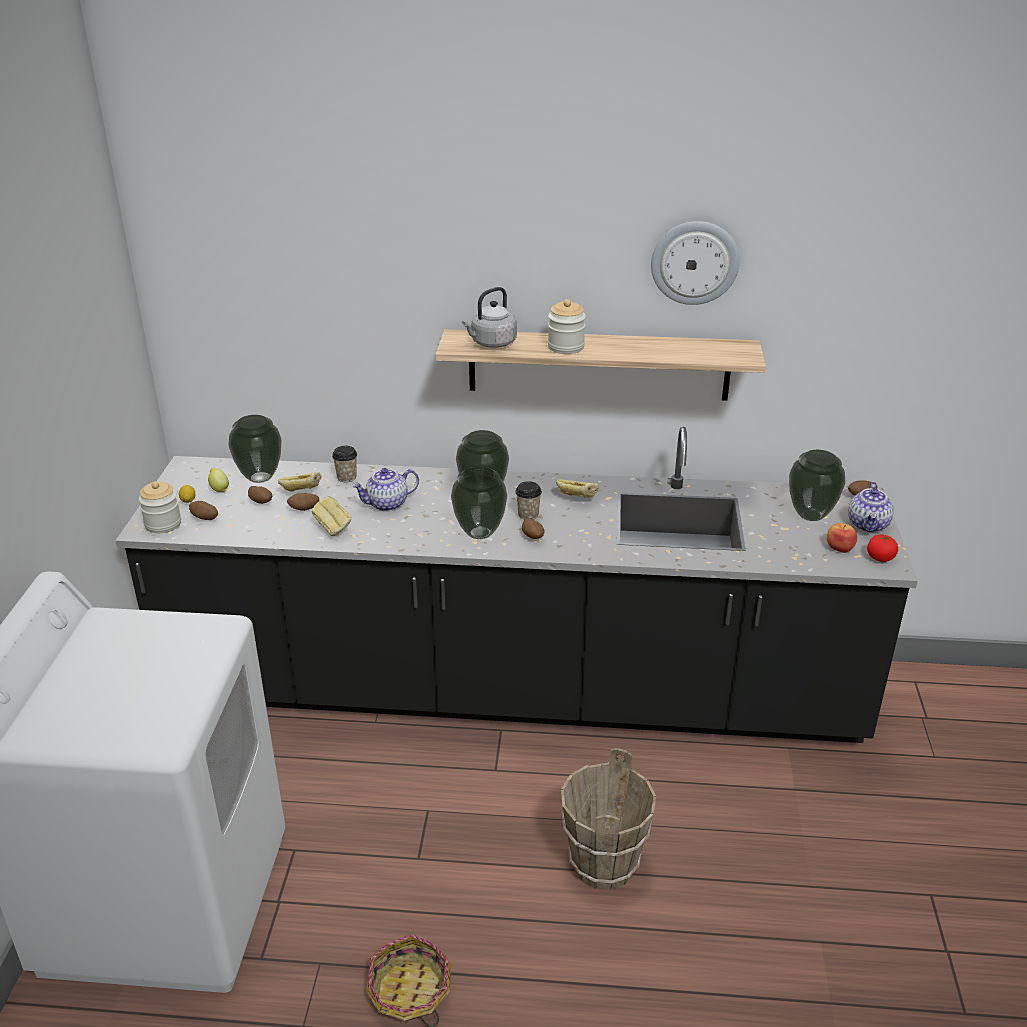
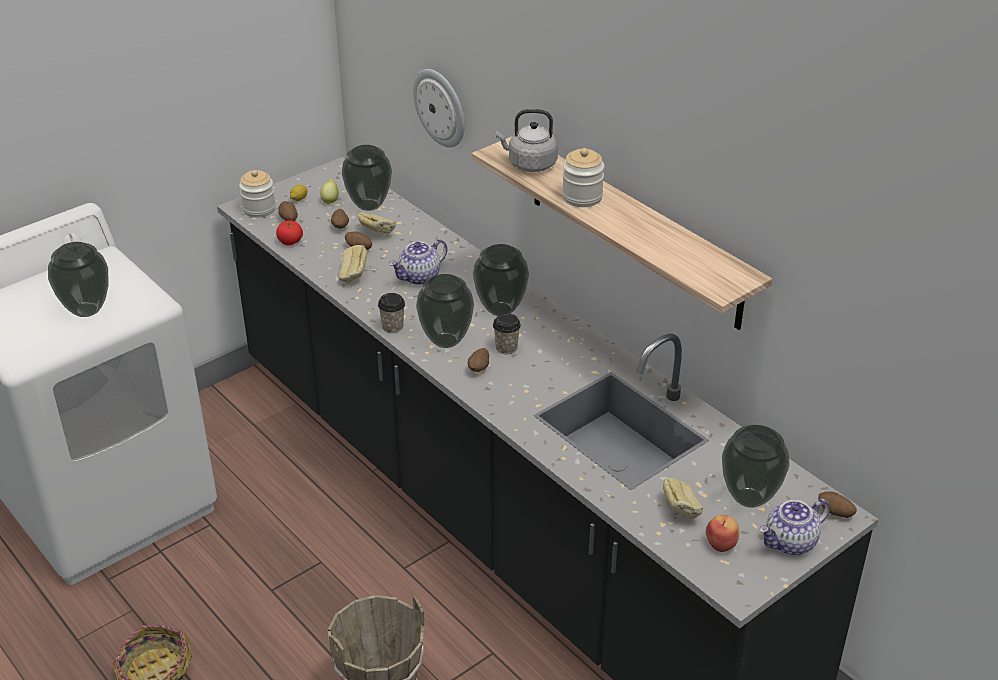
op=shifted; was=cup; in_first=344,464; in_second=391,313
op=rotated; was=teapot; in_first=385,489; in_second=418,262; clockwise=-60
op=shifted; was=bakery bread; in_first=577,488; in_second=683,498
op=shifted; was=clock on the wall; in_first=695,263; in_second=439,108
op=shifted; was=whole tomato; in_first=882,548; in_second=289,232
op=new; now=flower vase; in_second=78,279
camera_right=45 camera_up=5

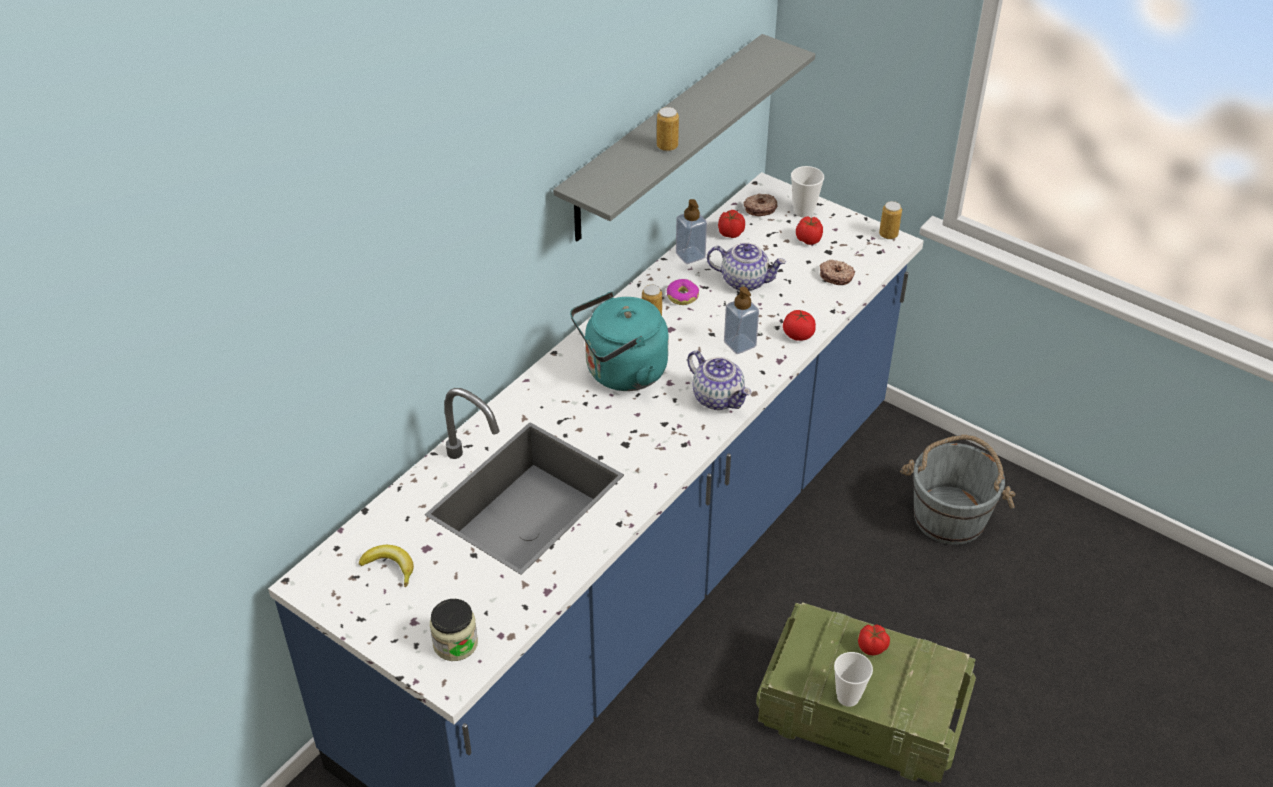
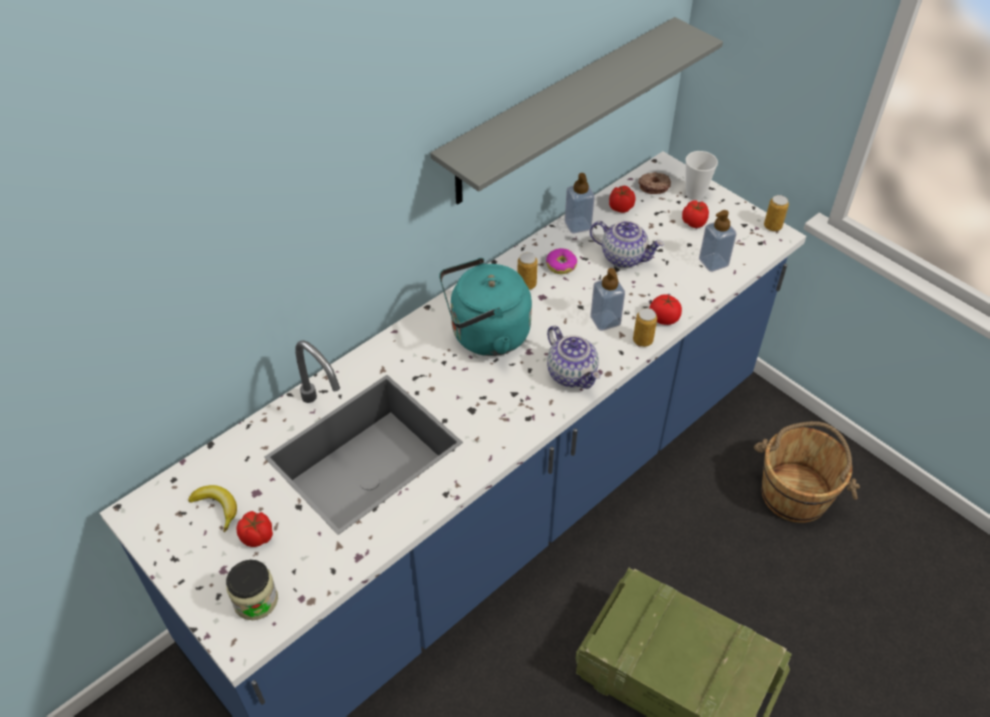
op=shifted; was=can; in_first=668,129; in_second=645,327
op=swapped; was=doughnut; now=liquid soap bottle; in_first=837,272; in_second=717,241
op=gone; was=cup; in_first=853,679
op=shifted; was=whole tomato; in_first=874,640; in_second=254,529
op=repainted; was=greyish water bucket; now=brownish water bucket; in_first=957,490; in_second=807,472
camera_right=10 camera_up=5

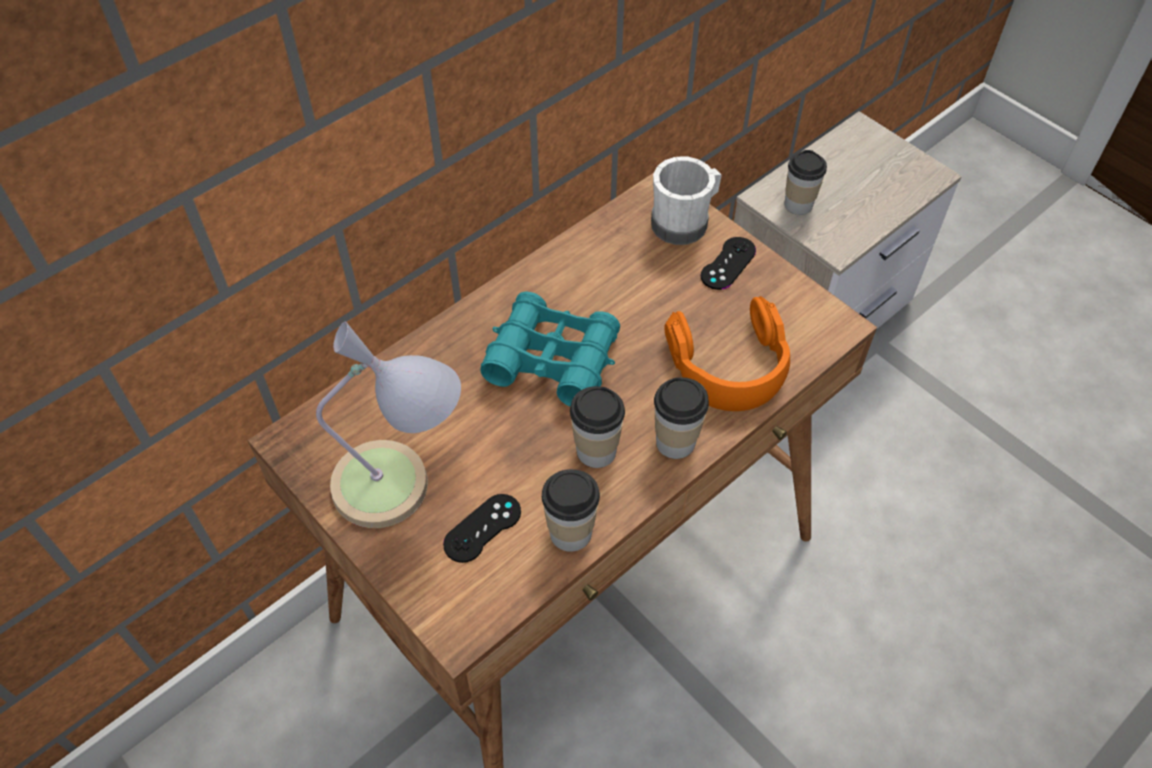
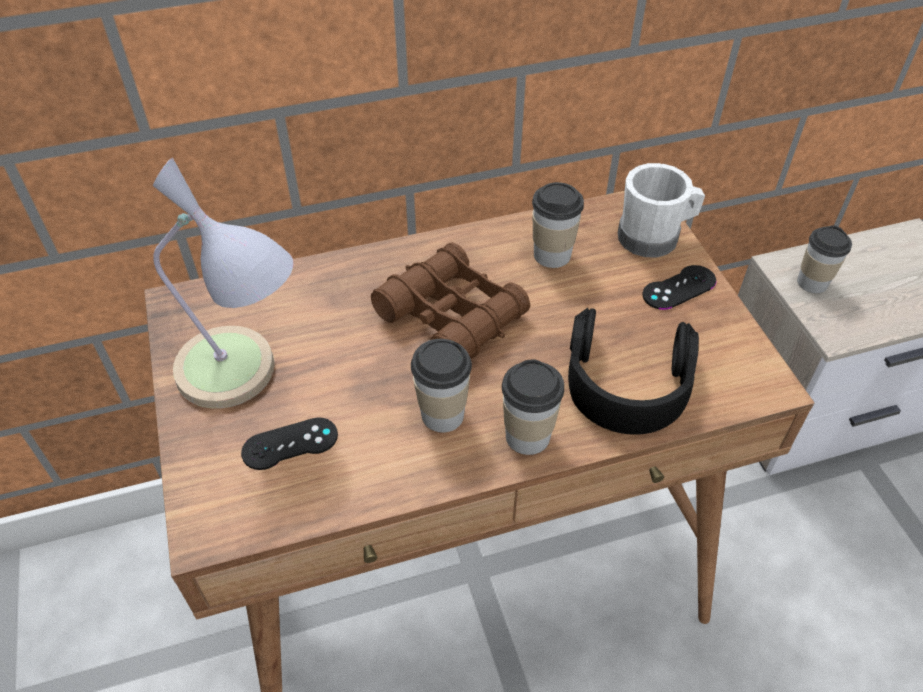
op=repainted; was=turquoise pair of binoculars; now=brownish pair of binoculars; in_first=550,348; in_second=450,300
op=shifted; was=cup; in_first=571,510; in_second=558,225
op=repainted; was=orange pair of headphones; now=blackish pair of headphones; in_first=727,353; in_second=633,371
camera_right=25 camera_up=-5

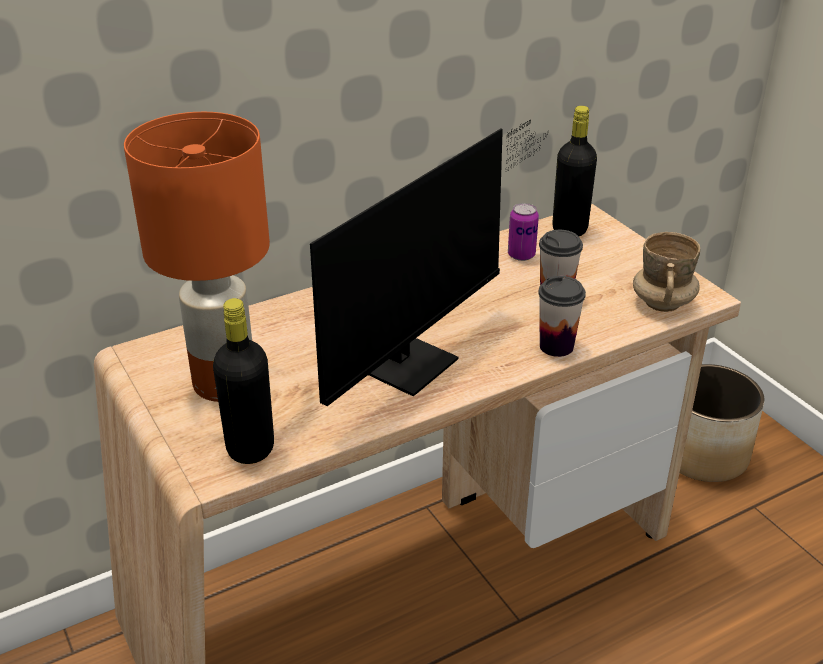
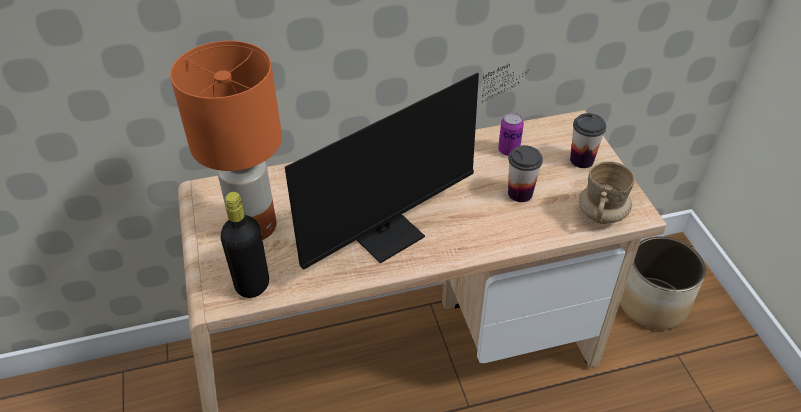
op=shifted; was=cup; in_first=562,316; in_second=588,140
op=gone; was=blackish beverage bottle; in_first=574,171
camera_right=15 camera_up=10

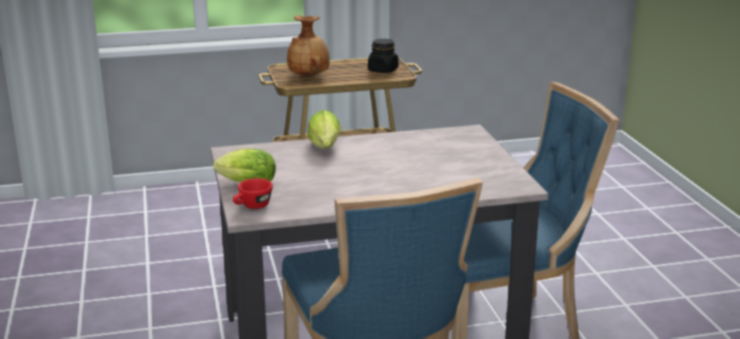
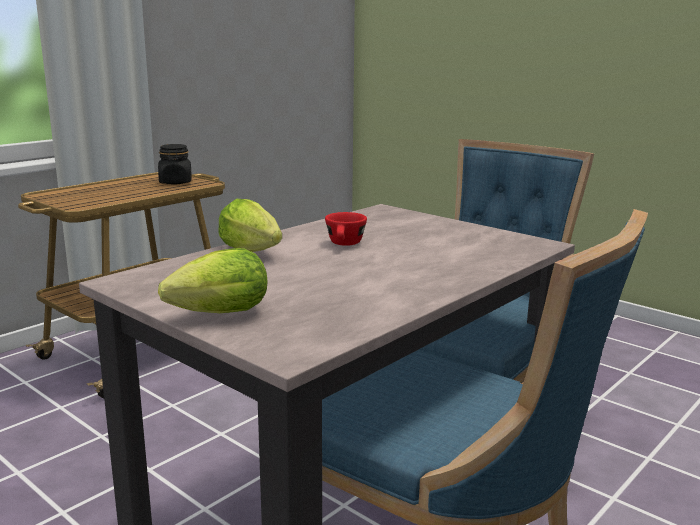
op=shifted; was=reddish cup; in_first=253,193; in_second=346,229
op=gone; was=brownish flower vase; in_first=308,46
camera_right=-35 camera_up=-5

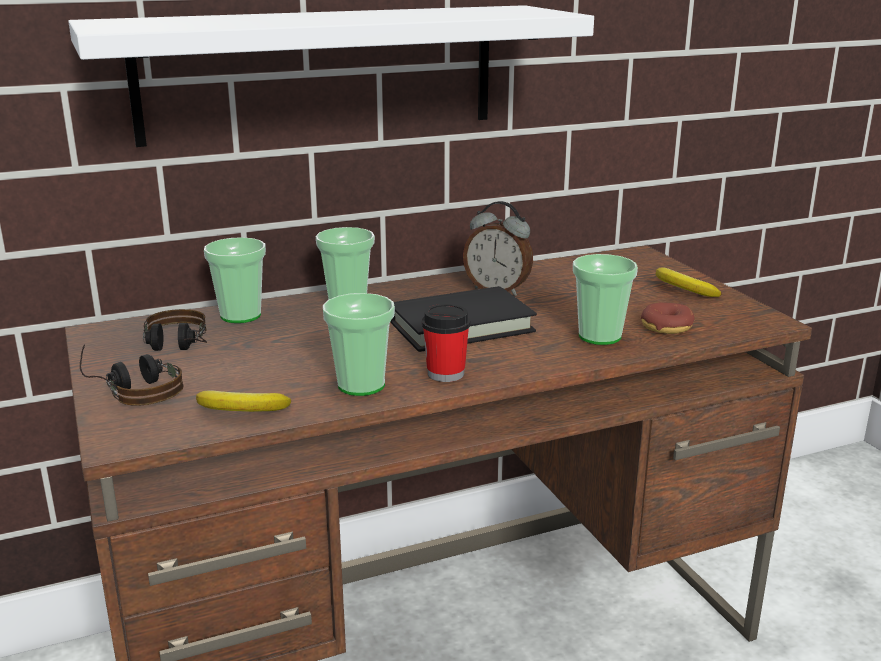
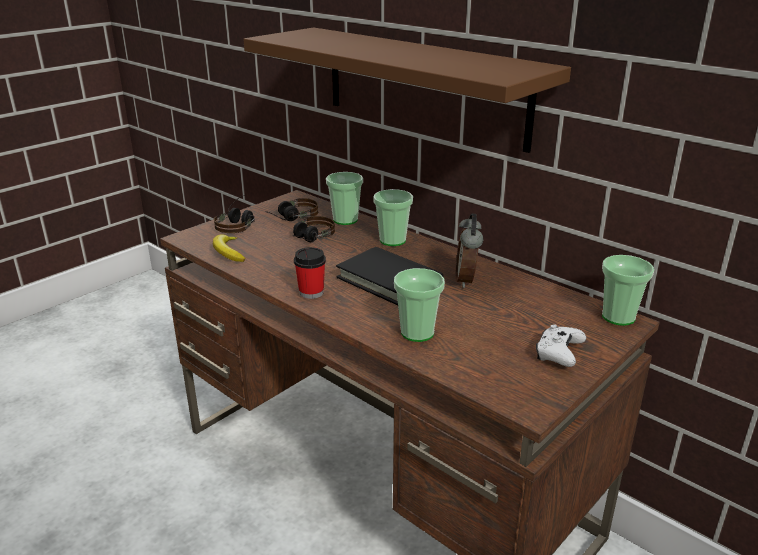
op=repainted; was=white-coloured wall shelf; now=brownish wall shelf; in_first=331,76; in_second=407,90
op=shifted; was=cup; in_first=359,344; in_second=628,290
op=gone; was=doughnut; in_first=668,318
op=swapped; was=banana; now=white-coloured gamepad; in_first=689,282; in_second=561,345
op=new; now=pair of headphones; in_second=314,229
camera_right=65 camera_up=5

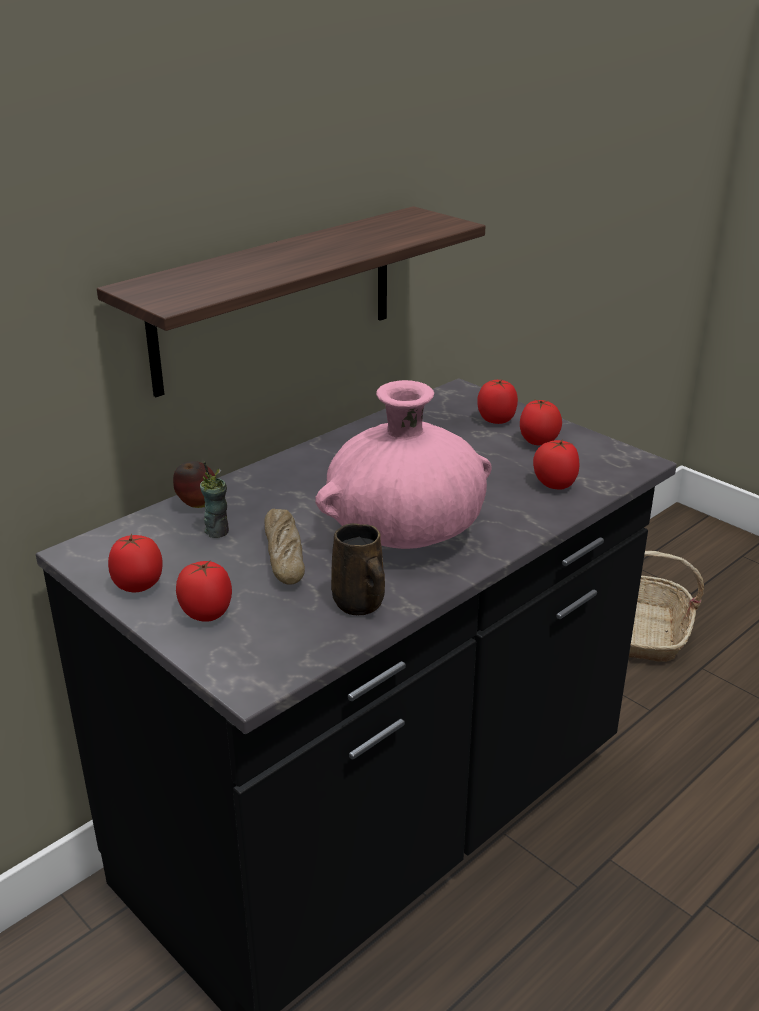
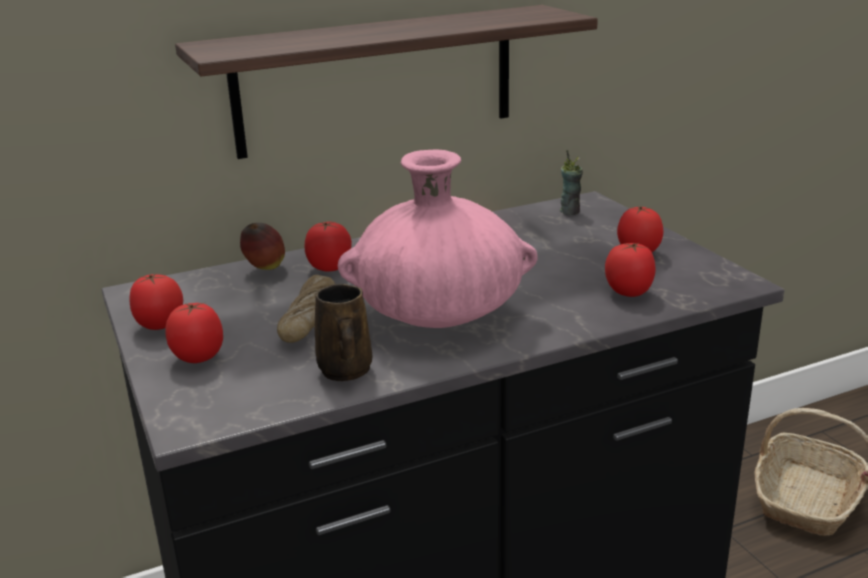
op=shifted; was=cup; in_first=214,500; in_second=571,182
op=shifted; was=whole tomato; in_first=497,402; in_second=328,246
camera_right=20 camera_up=-5

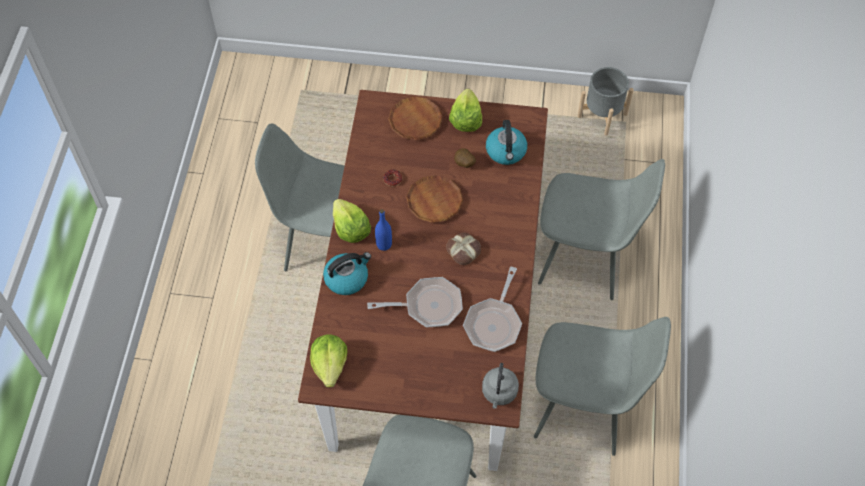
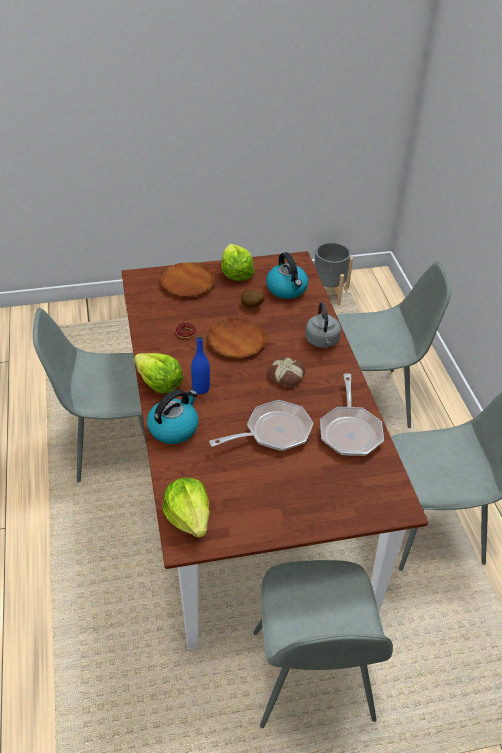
op=shifted; was=greyish kettle; in_first=500,385; in_second=323,325
camera_right=-20 camera_up=-15

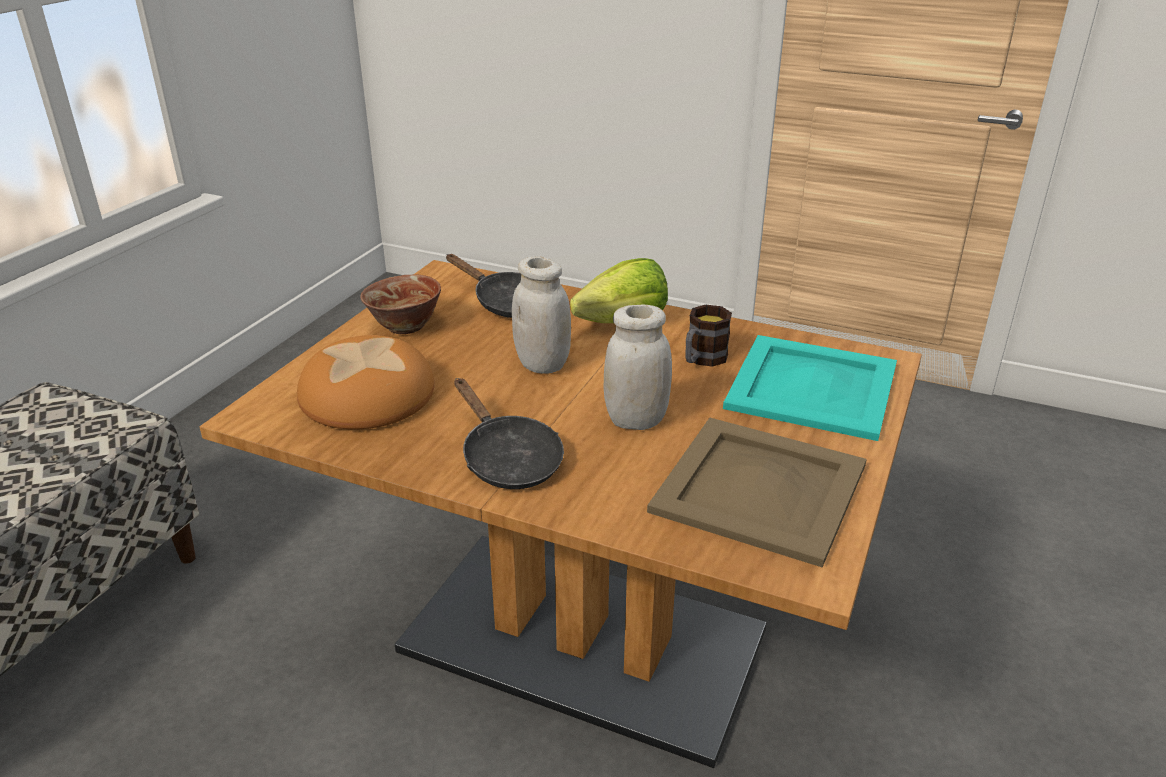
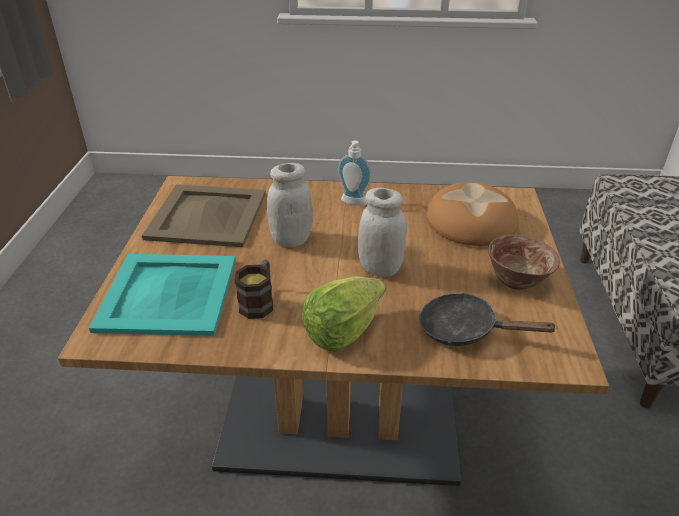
op=swapped; was=blackish skillet; now=liquid soap bottle; in_first=509,433; in_second=355,173
camera_right=160 camera_up=5

